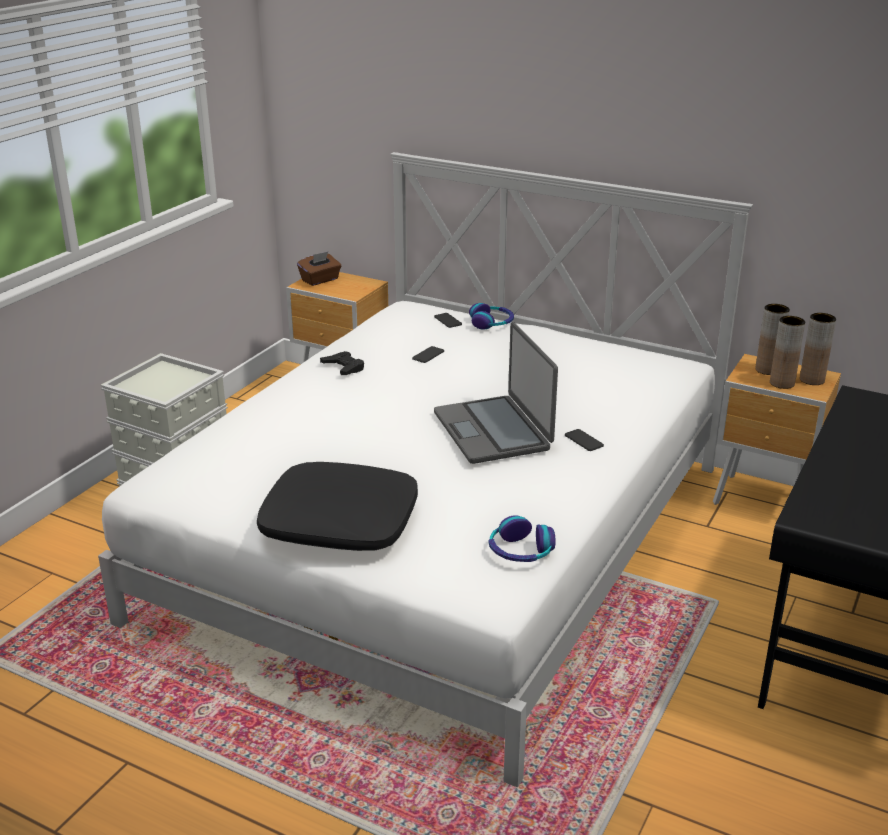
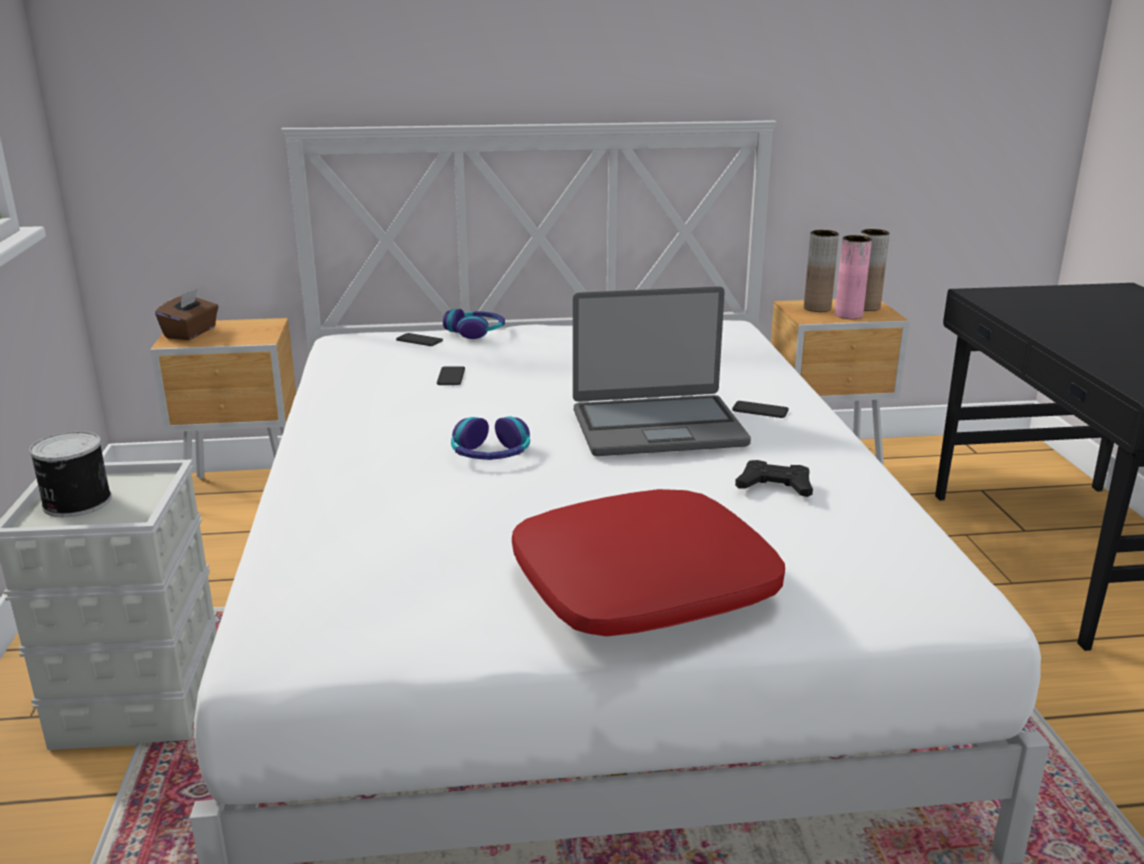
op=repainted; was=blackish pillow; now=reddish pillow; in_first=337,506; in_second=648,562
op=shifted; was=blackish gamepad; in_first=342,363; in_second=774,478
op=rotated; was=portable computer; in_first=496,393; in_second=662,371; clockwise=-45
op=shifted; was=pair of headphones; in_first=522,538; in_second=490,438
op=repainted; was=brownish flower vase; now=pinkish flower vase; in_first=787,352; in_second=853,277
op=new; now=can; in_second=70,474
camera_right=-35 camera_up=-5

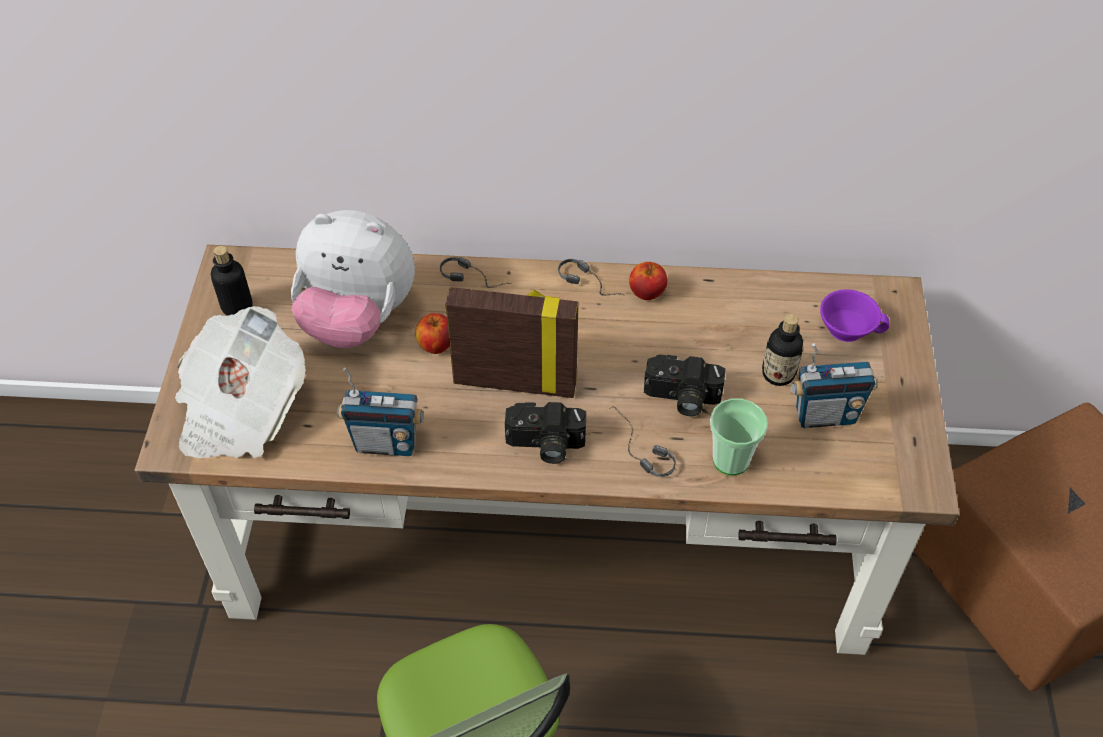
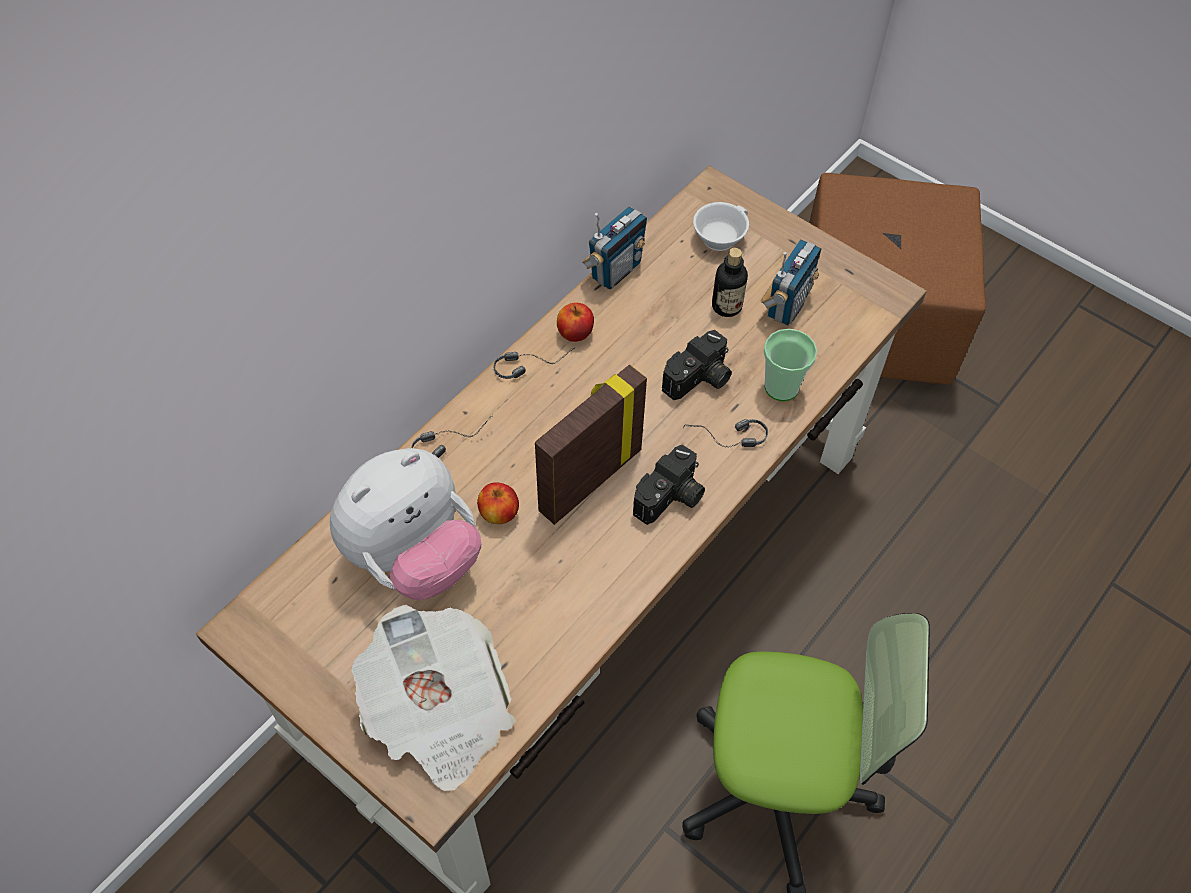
op=gone; was=beverage bottle; in_first=232,280
op=shifted; was=radio set; in_first=380,412; in_second=614,248
op=repainted; was=purple-coloured cup; now=white-coloured cup; in_first=855,315; in_second=721,226
camera_right=-55 camera_up=5

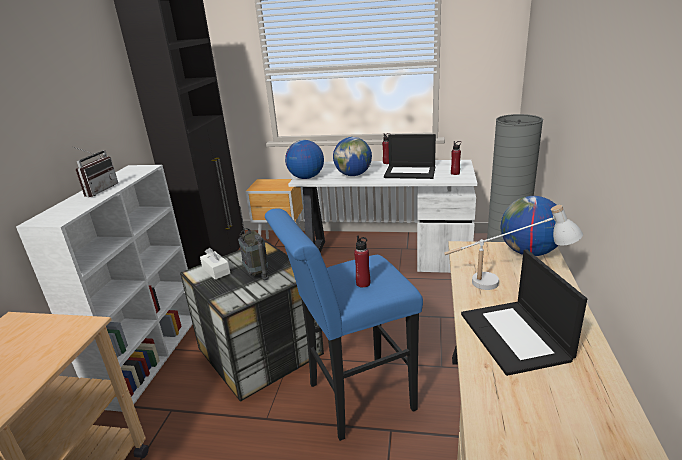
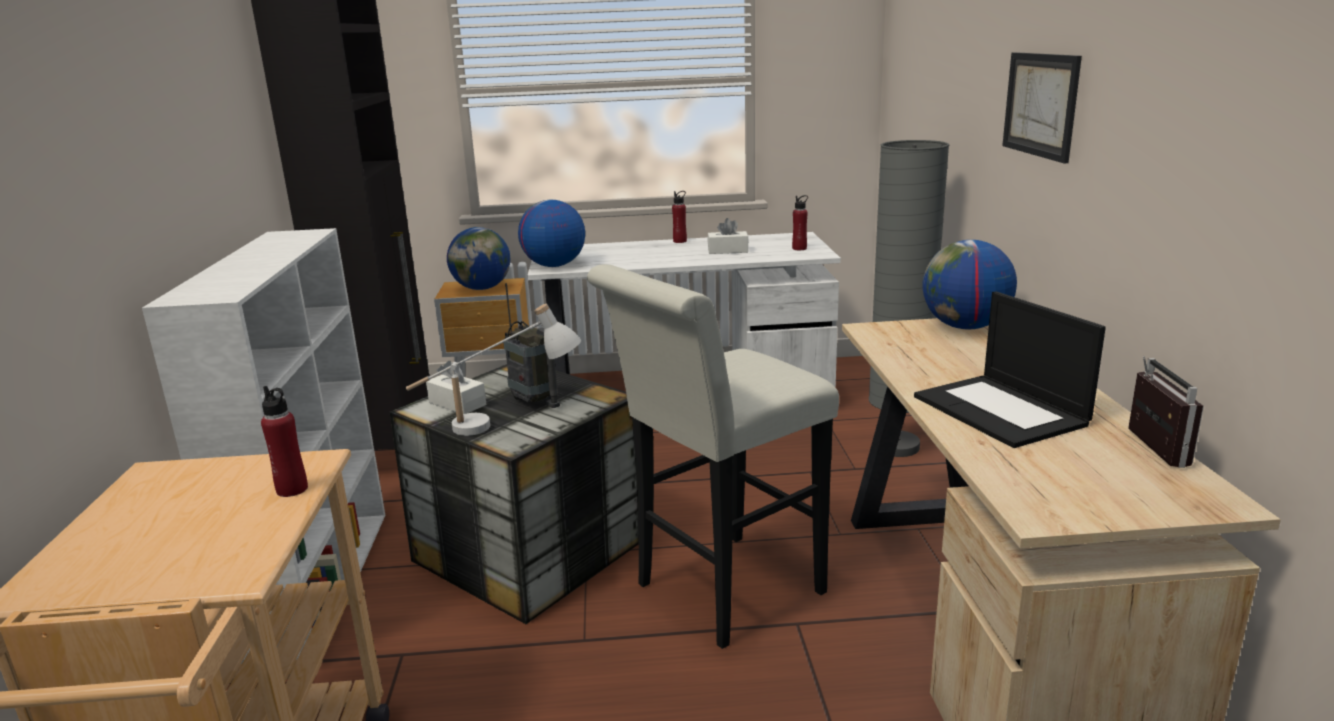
op=shifted; was=radio set; in_first=95,172; in_second=1166,412
op=repainted; was=blue sitting stool; now=white-coloured sitting stool; in_first=344,324; in_second=713,456
op=shifted; was=desk globe; in_first=352,156; in_second=478,258
op=shifted; was=reddish beverage bottle; in_first=362,262; in_second=284,441
op=swapped; was=portable computer; now=white-coloured tissue box; in_first=410,156; in_second=728,236
op=shifted; was=white-coloured lamp for a table; in_first=513,247; in_second=493,370
op=new; now=wall picture; in_second=1042,107
camera_right=-15 camera_up=-5

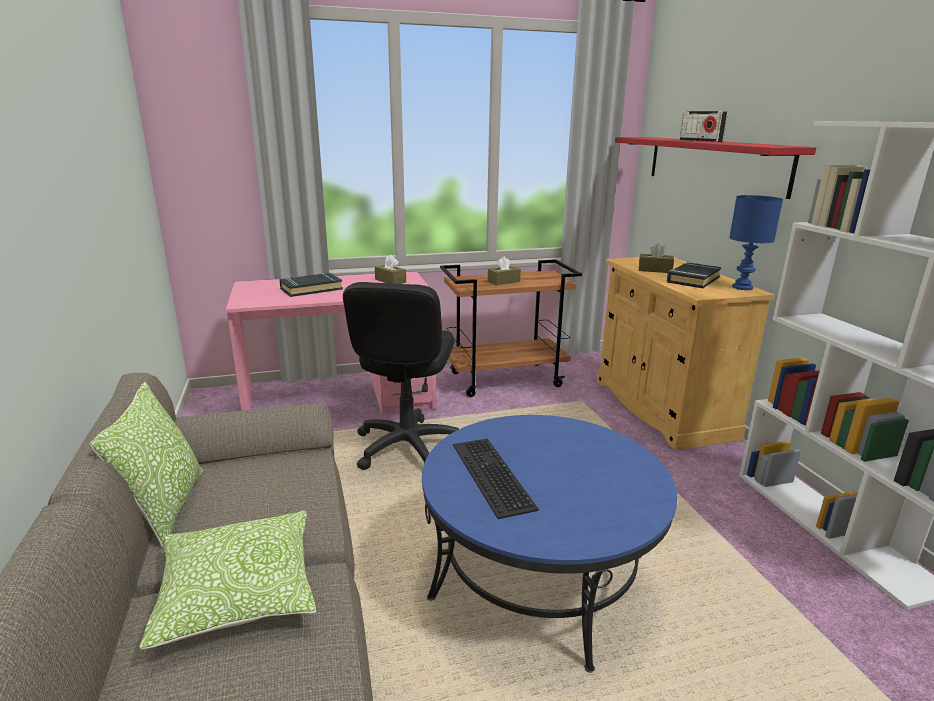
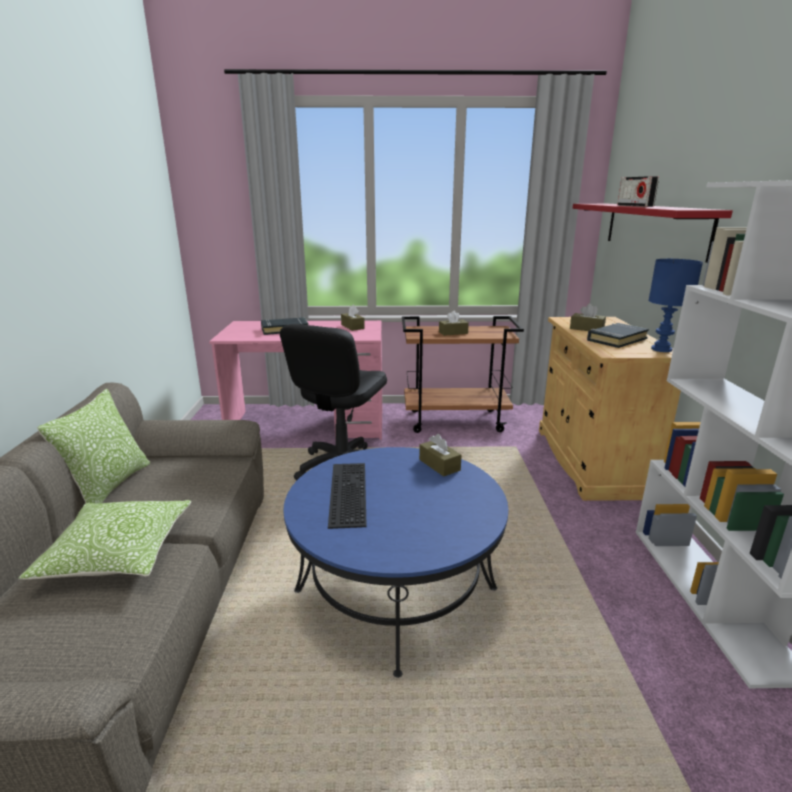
op=new; now=brownish tissue box; in_second=440,455
camera_right=15 camera_up=0

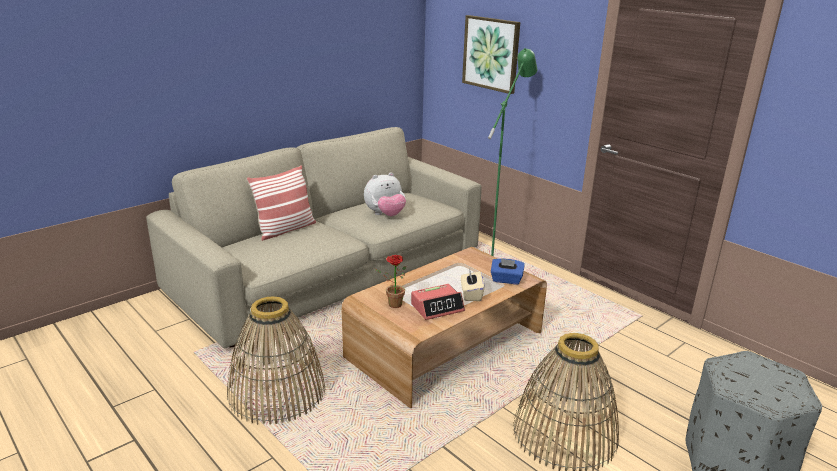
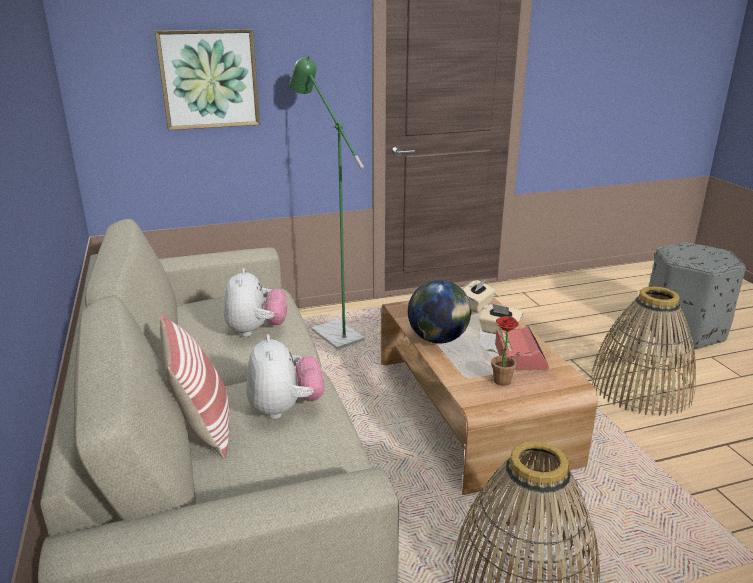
op=repainted; was=blue tissue box; now=beige tissue box; in_first=508,271; in_second=479,296
op=new; now=cuddly toy; in_second=285,376
op=new; now=desk globe; in_second=439,312
camera_right=-65 camera_up=0

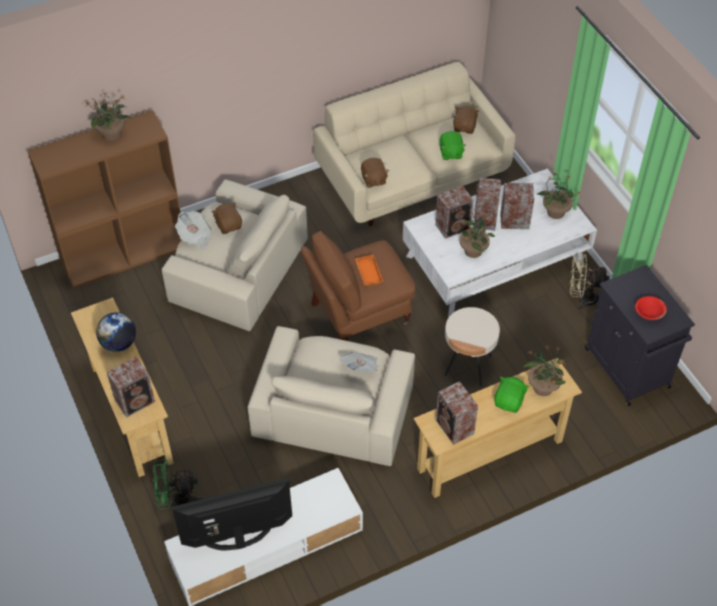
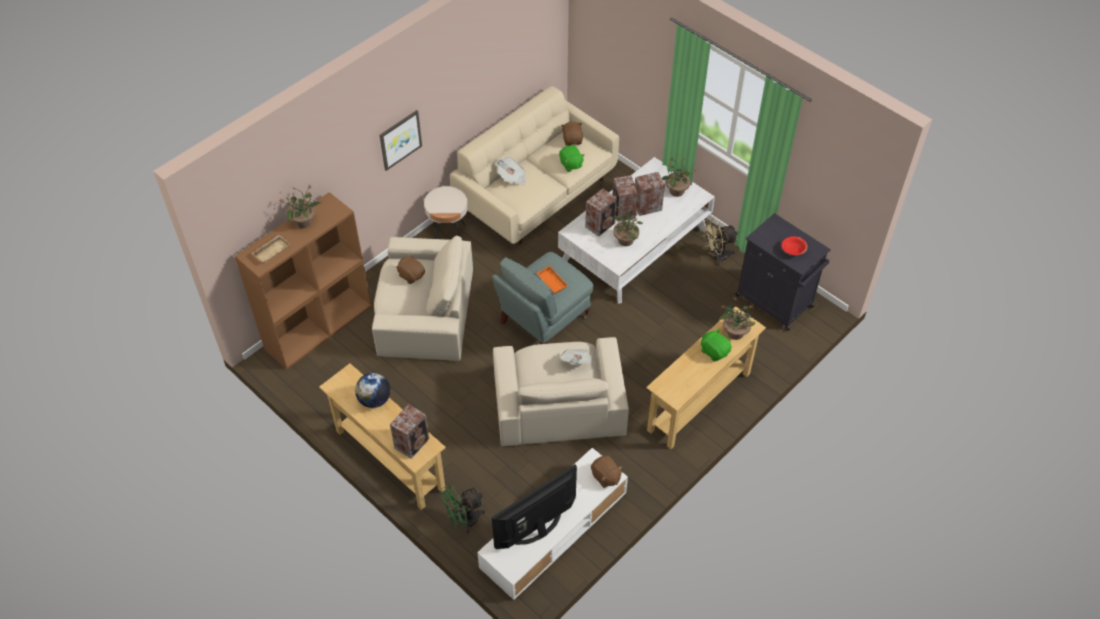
op=shifted; was=printed paper; in_first=194,230; in_second=511,171
op=repainted; was=brownish armchair; now=greyish armchair; in_first=358,285; in_second=542,298
op=shifted; was=brownish cuddly toy; in_first=375,173; in_second=606,471
op=gone; was=audio speaker; in_first=457,413
op=shifted; was=beige end table; in_first=472,346; in_second=446,212
op=rotated; was=green cuddly toy; in_first=511,394; in_second=716,345; clockwise=-45
op=new; now=beige serving tray; in_second=270,249
op=new; now=wall picture; in_second=401,140
camera_right=-20 camera_up=0

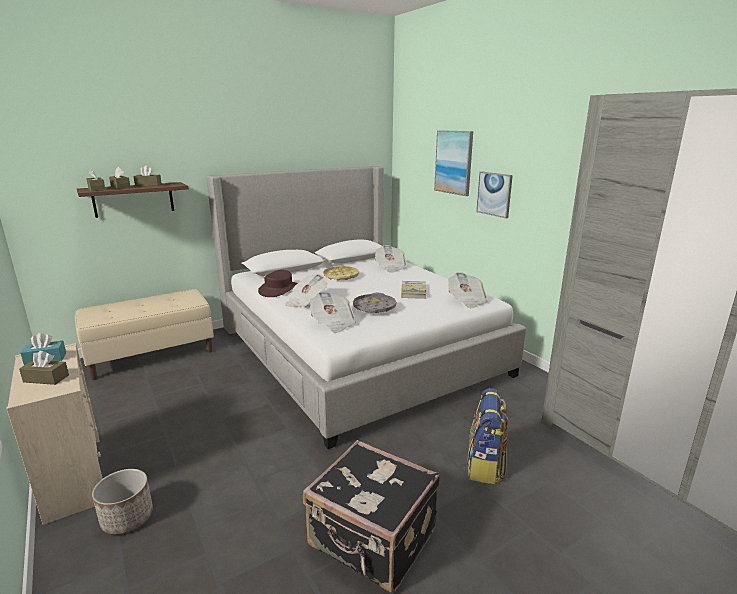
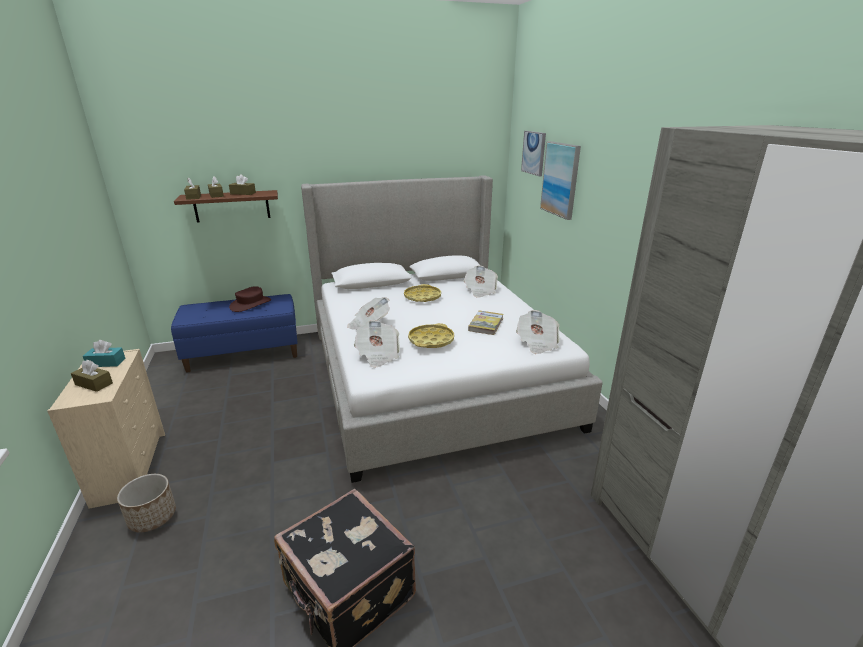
op=repainted; was=beige bench; now=blue bench; in_first=144,334; in_second=234,333
op=shifted; was=brownish clothing hat; in_first=278,283; in_second=250,299
op=repainted; was=greyish serving tray; now=yellow serving tray; in_first=374,303; in_second=431,335
op=gone; was=rucksack; in_first=487,436
op=shifted; was=wall picture; in_first=494,194; in_second=533,153
camera_right=15 camera_up=5

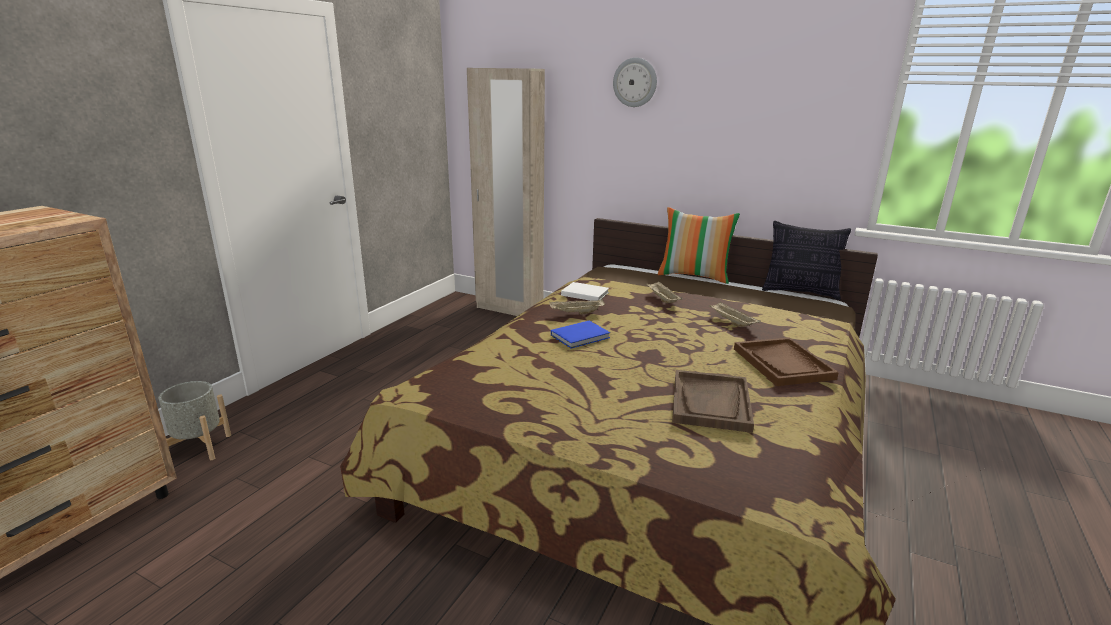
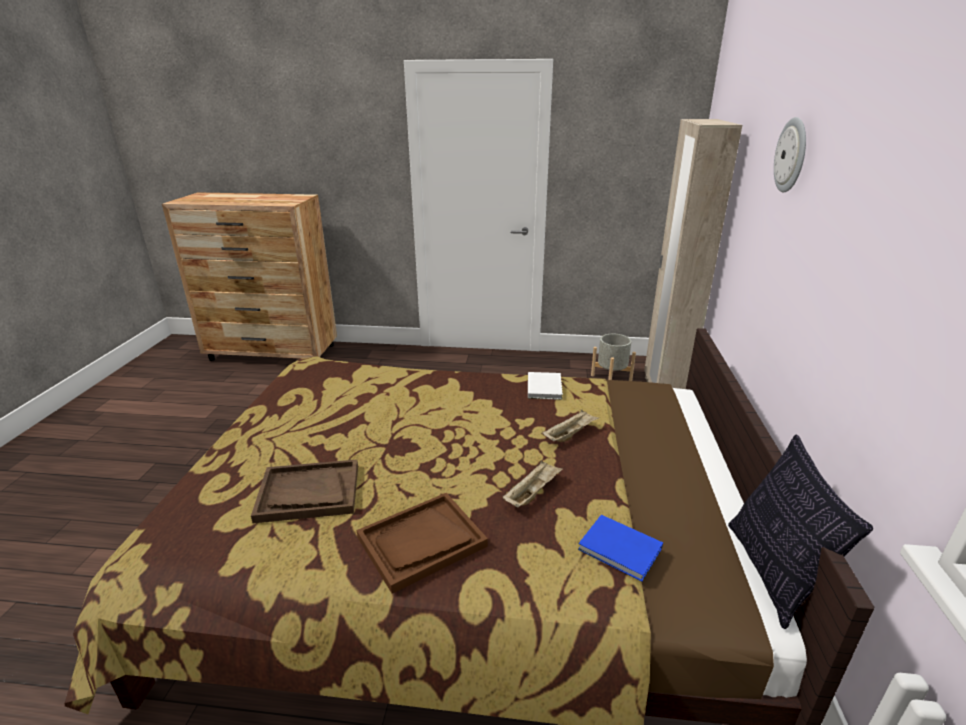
op=shifted; was=greyish plant pot; in_first=194,420; in_second=613,357
op=gone; was=beige serving tray; in_first=577,307
op=shifted; was=blue book; in_first=580,334; in_second=620,548
op=gone; was=pillow; in_first=699,245
camera_right=70 camera_up=5

